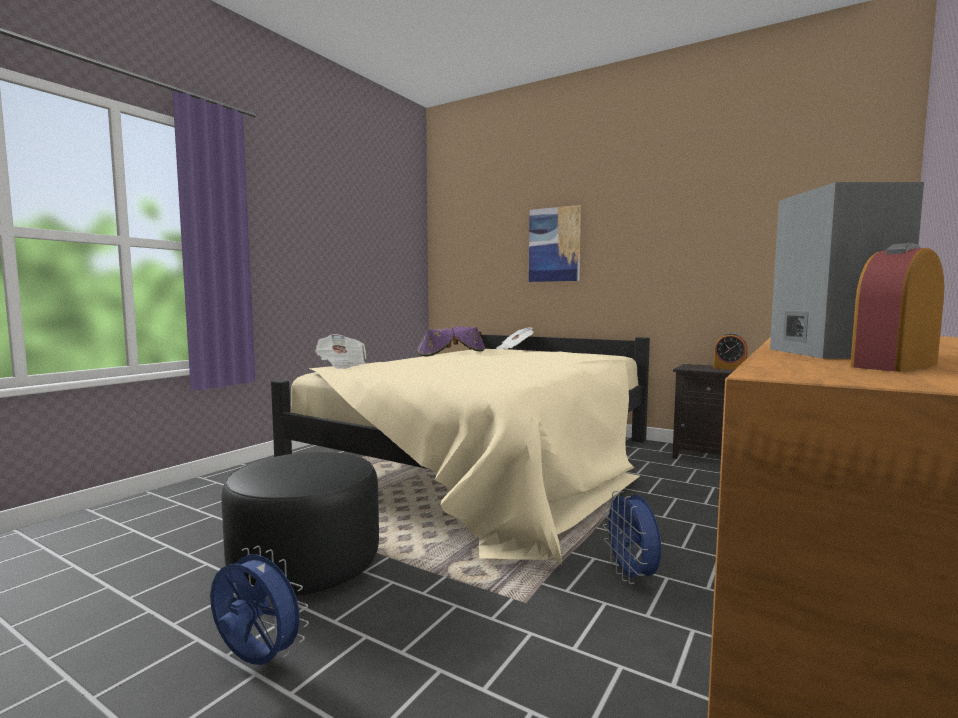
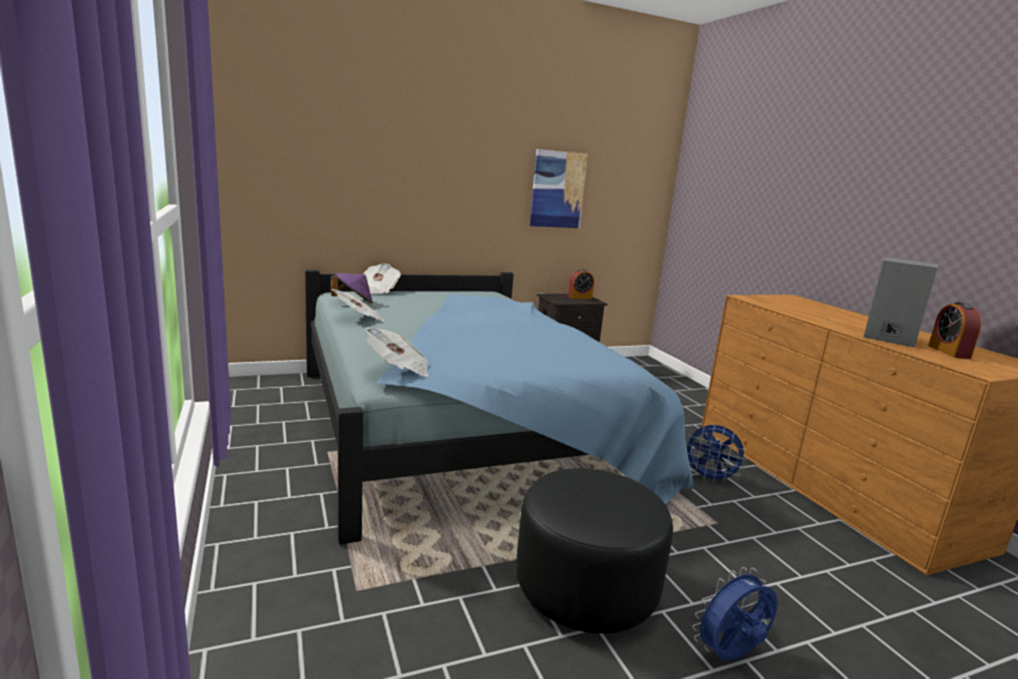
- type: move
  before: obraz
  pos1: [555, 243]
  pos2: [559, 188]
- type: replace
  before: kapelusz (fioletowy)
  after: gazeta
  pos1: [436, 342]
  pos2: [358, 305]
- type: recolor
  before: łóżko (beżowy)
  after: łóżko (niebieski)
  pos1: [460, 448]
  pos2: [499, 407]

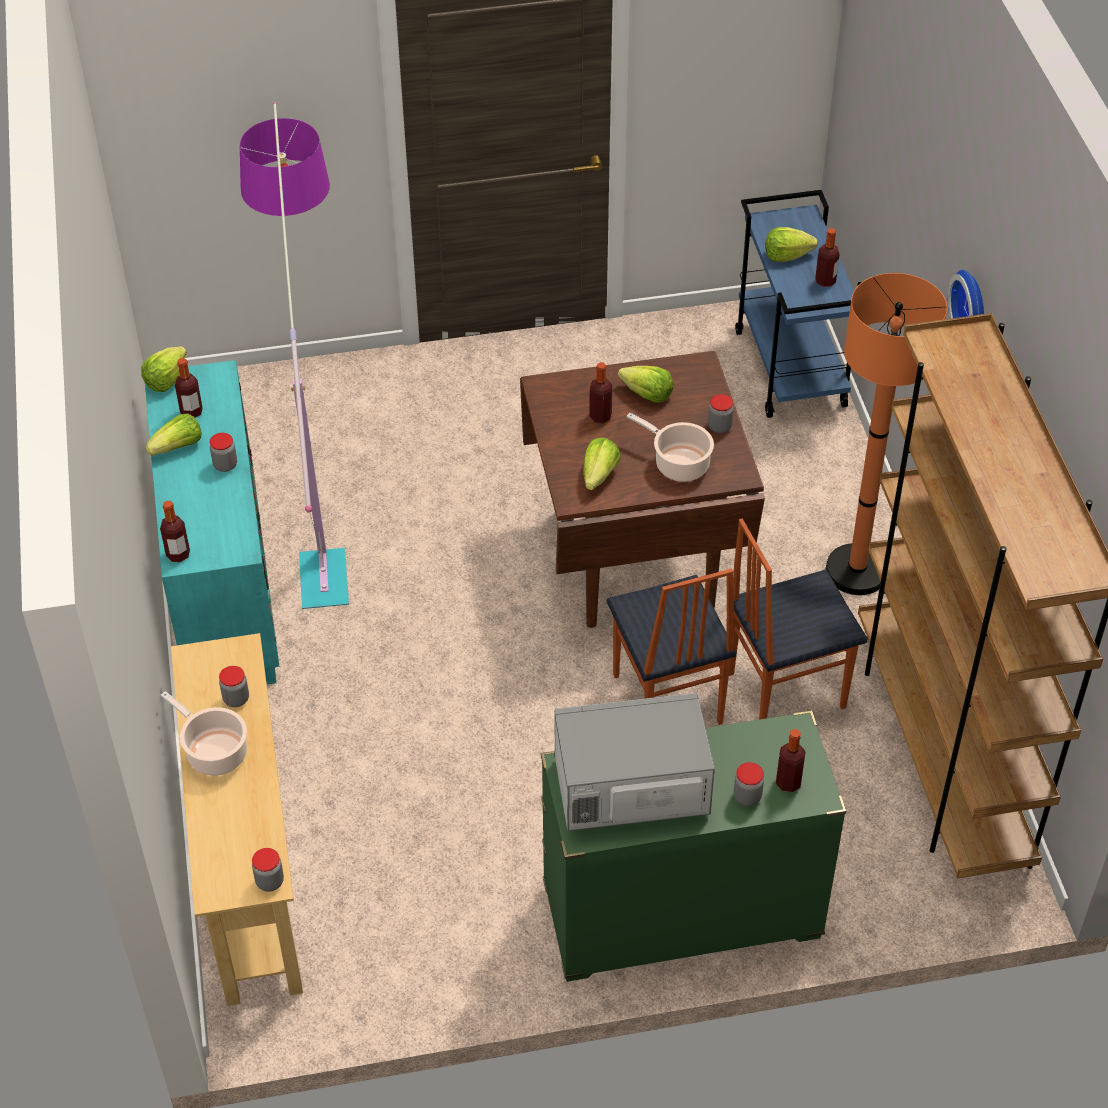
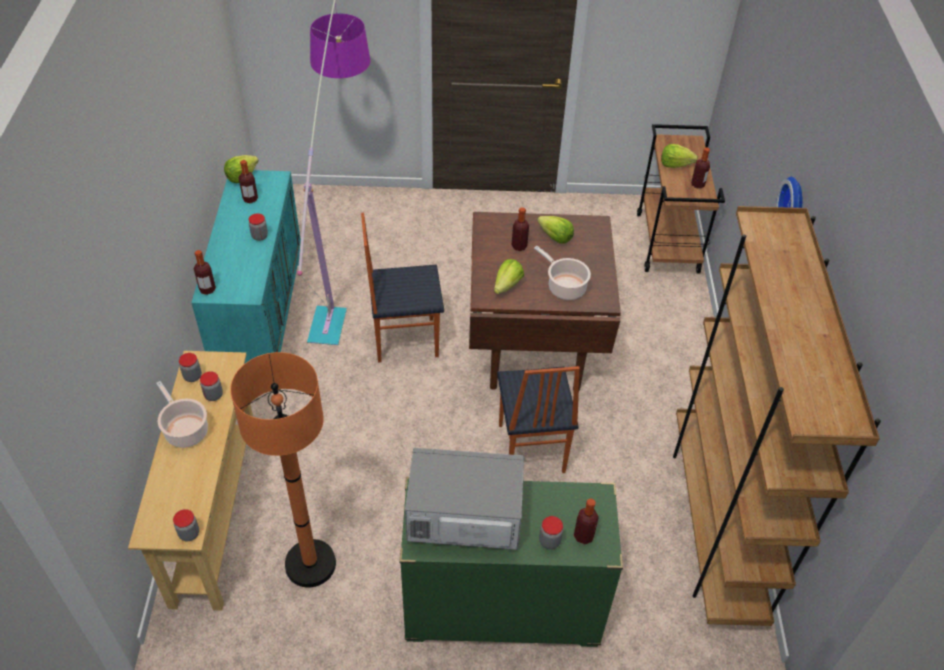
- type: recolor
  before: wózek (niebieski)
  after: wózek (brązowy)
  pos1: [798, 304]
  pos2: [681, 199]
- type: move
  before: lampa stojąca (pomarańczowy)
  pos1: [886, 434]
  pos2: [283, 470]
- type: move
  before: słoik
  pos1: [721, 413]
  pos2: [190, 367]
- type: delete
  before: sałata
  pos1: [173, 434]
- type: move
  before: krzesło
  pos1: [798, 619]
  pos2: [402, 288]

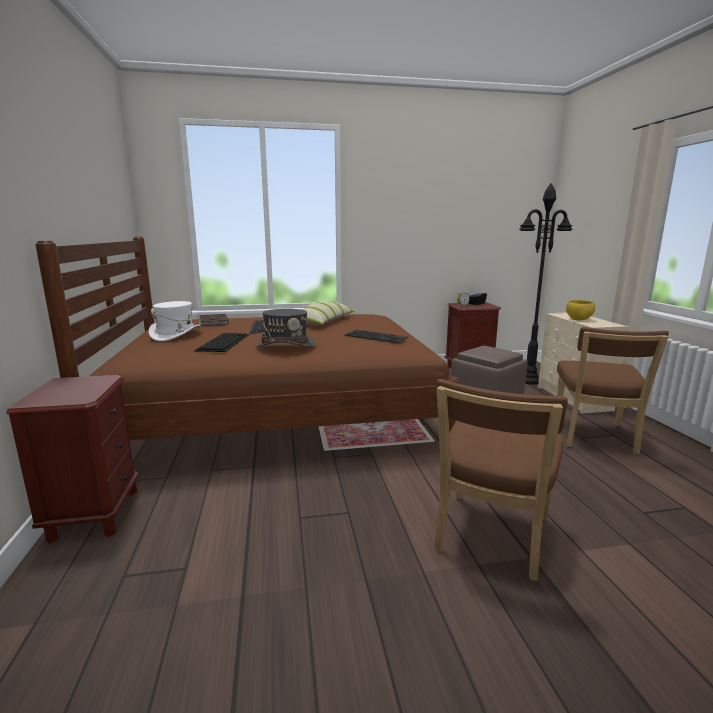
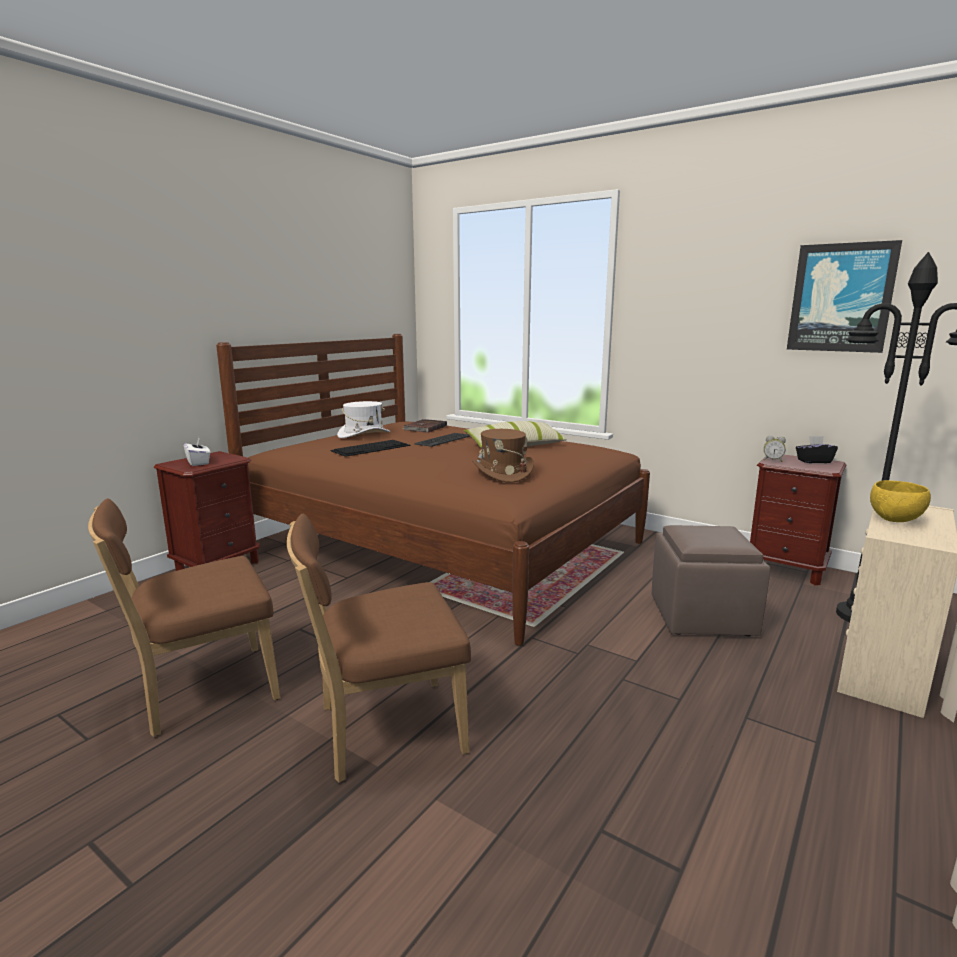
- type: delete
  before: kapelusz (szary)
  pos1: [286, 328]
- type: move
  before: krzesło (brązowy)
  pos1: [612, 390]
  pos2: [184, 617]
- type: replace
  before: klawiatura
  after: kapelusz (brązowy)
  pos1: [376, 336]
  pos2: [503, 456]
- type: insert
  after: obraz
  pos2: [844, 296]
- type: insert
  after: pudełko chusteczek (biały)
  pos2: [197, 451]

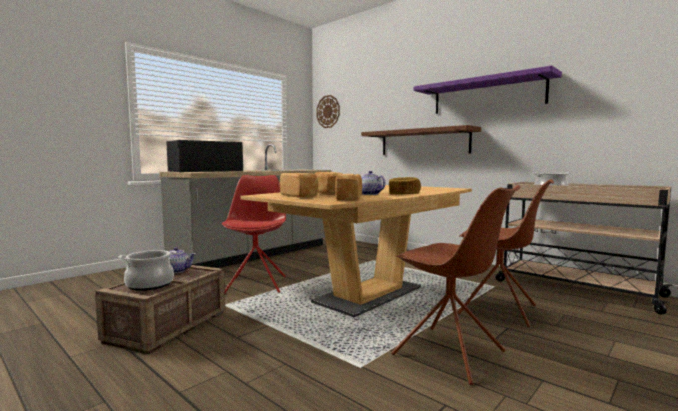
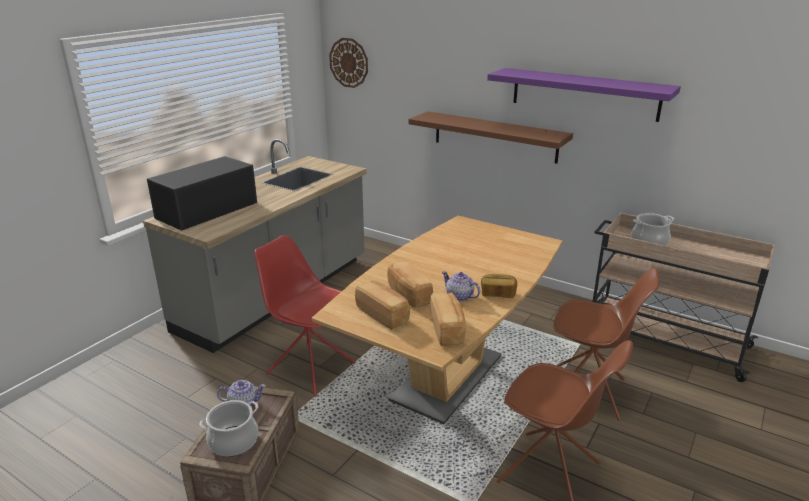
- type: rotate
  before: krzesło (czerwony)
  pos1: [254, 234]
  pos2: [305, 316]
  turn: -45

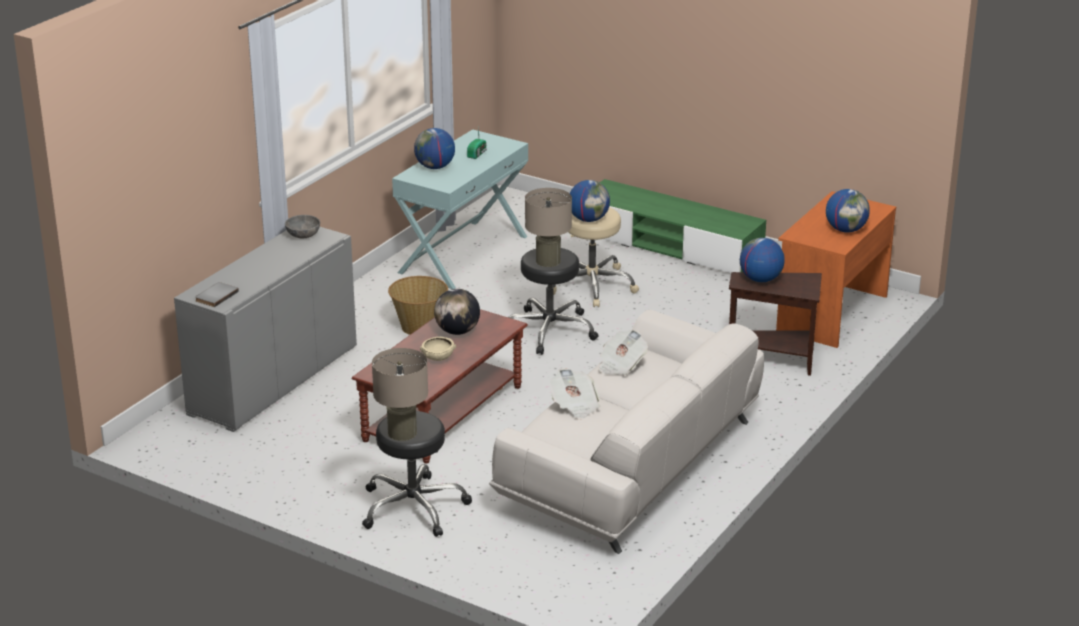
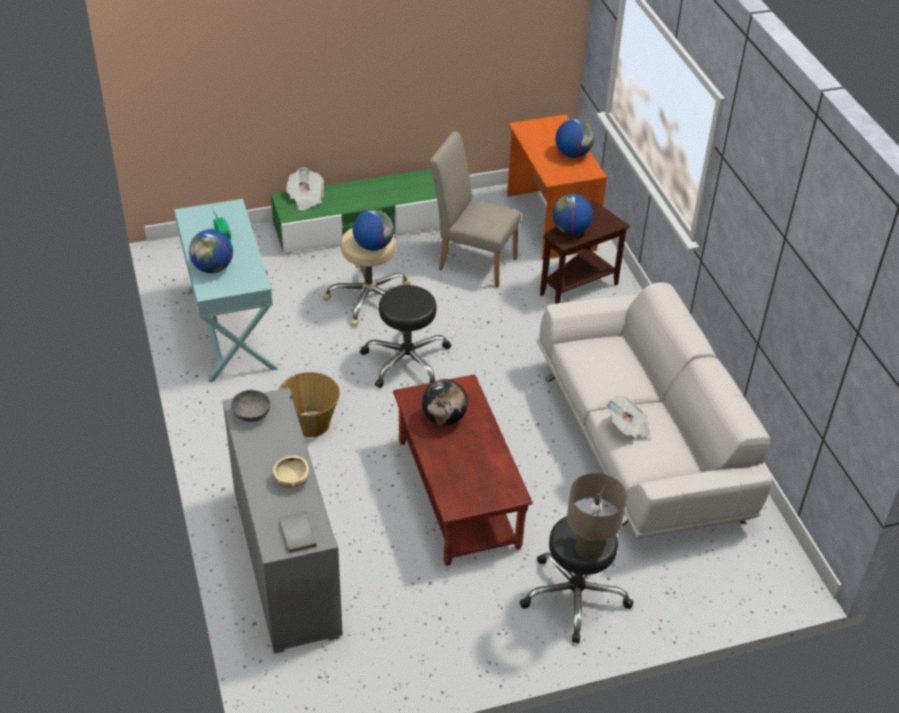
- type: delete
  before: lampa stołowa (beżowy)
  pos1: [548, 227]
- type: move
  before: gazeta
  pos1: [623, 352]
  pos2: [305, 189]
- type: move
  before: miska (beżowy)
  pos1: [438, 349]
  pos2: [290, 471]
- type: insert
  after: krzesło (beżowy)
  pos2: [475, 209]

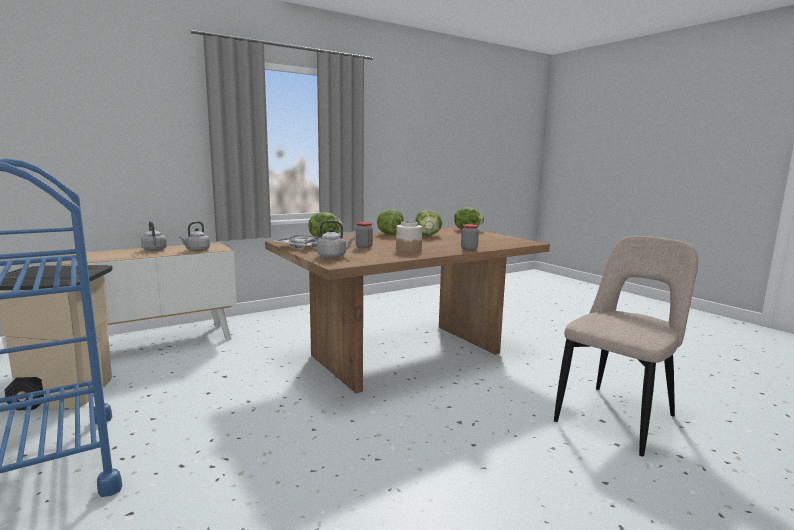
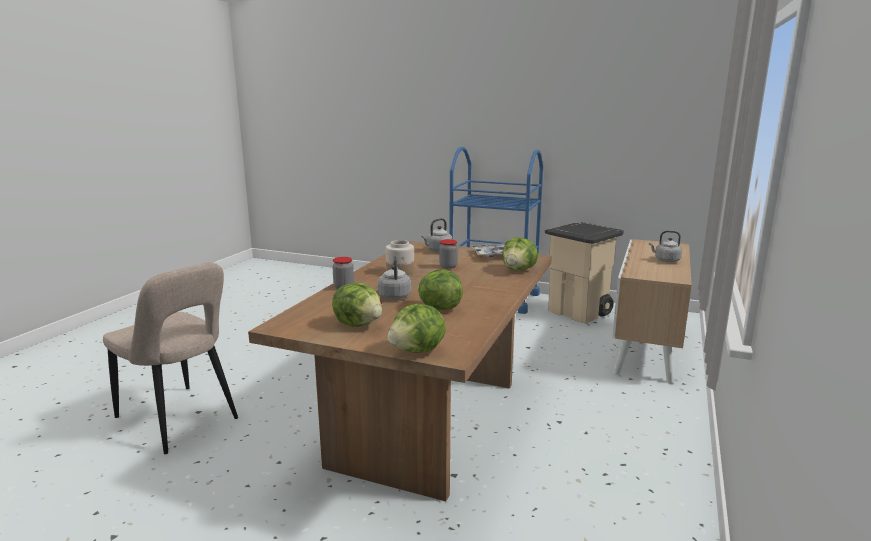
- type: move
  before: sałata
  pos1: [390, 222]
  pos2: [357, 305]
- type: move
  before: czajnik (szary)
  pos1: [194, 236]
  pos2: [394, 277]
- type: rotate
  before: krzesło (beżowy)
  pos1: [626, 346]
  pos2: [170, 358]
  turn: -60

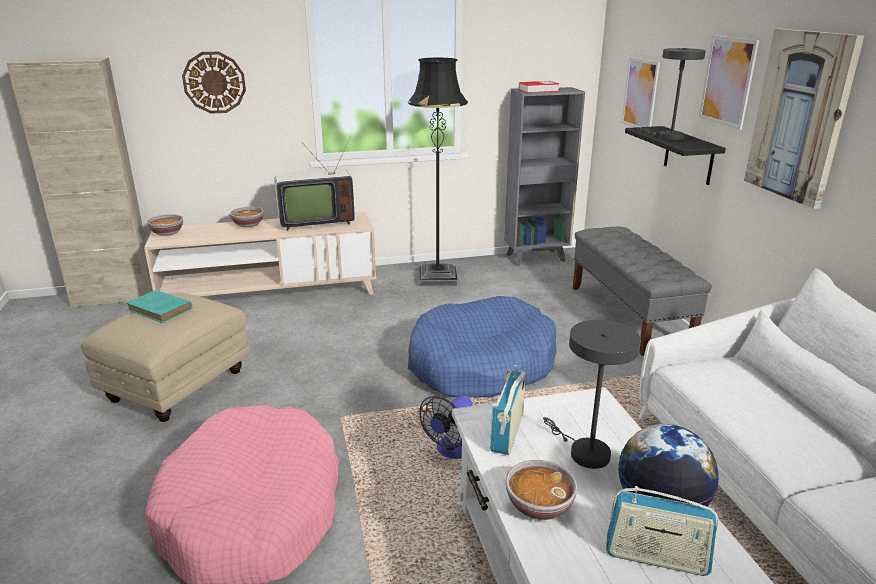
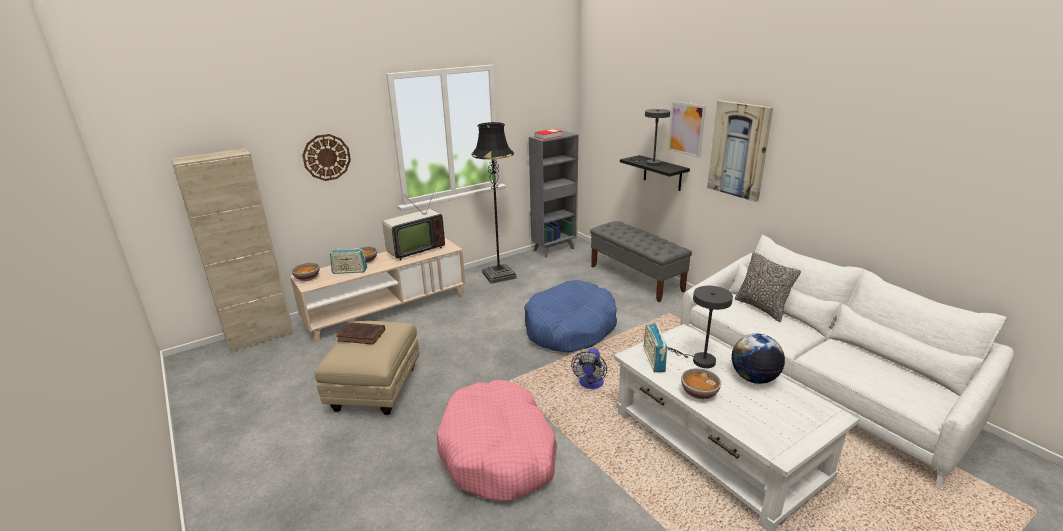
- type: delete
  before: obraz
  pos1: [641, 92]
- type: recolor
  before: książka (turkusowy)
  after: książka (brązowy)
  pos1: [159, 306]
  pos2: [361, 333]
- type: move
  before: radio
  pos1: [662, 531]
  pos2: [348, 260]
- type: insert
  after: poduszka
  pos2: [768, 287]

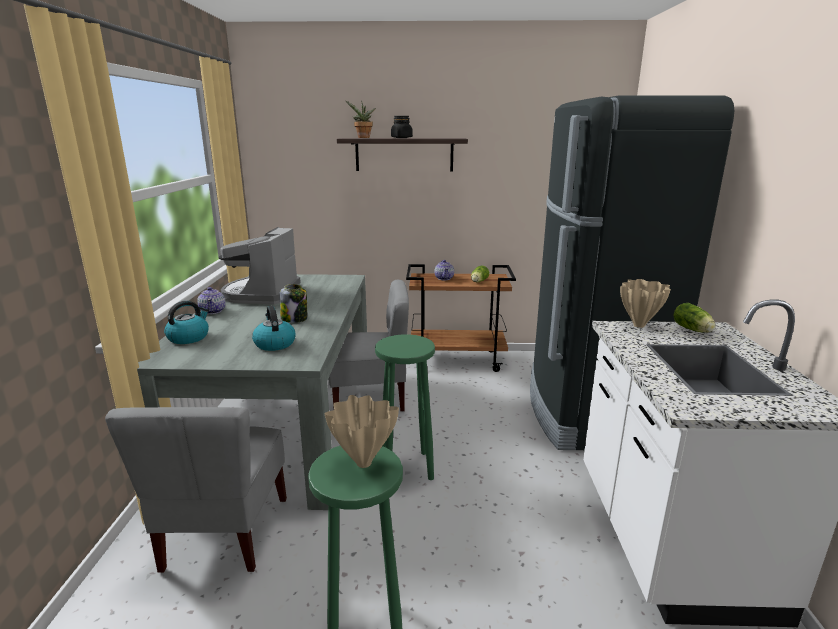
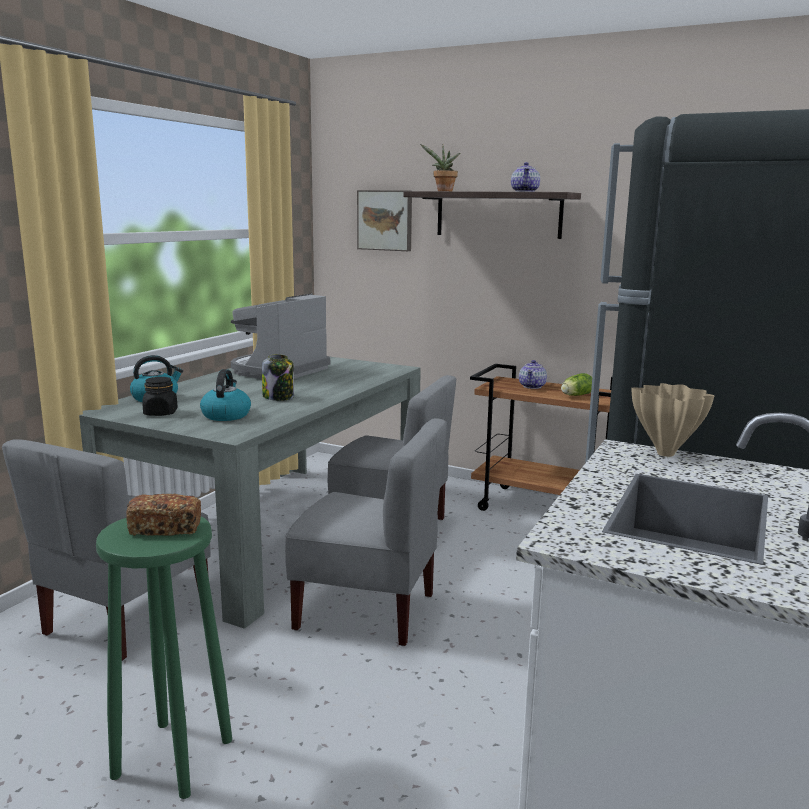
- type: move
  before: słoik (czarny)
  pos1: [402, 127]
  pos2: [159, 396]
- type: move
  before: imbryk
  pos1: [211, 300]
  pos2: [525, 177]
- type: delete
  before: sałata
  pos1: [694, 318]
- type: replace
  before: stołek (zielony)
  after: krzesło (szary)
  pos1: [405, 407]
  pos2: [366, 532]
- type: replace
  before: wazon (beżowy)
  after: chleb
  pos1: [362, 431]
  pos2: [163, 515]
- type: insert
  after: obraz
  pos2: [384, 220]

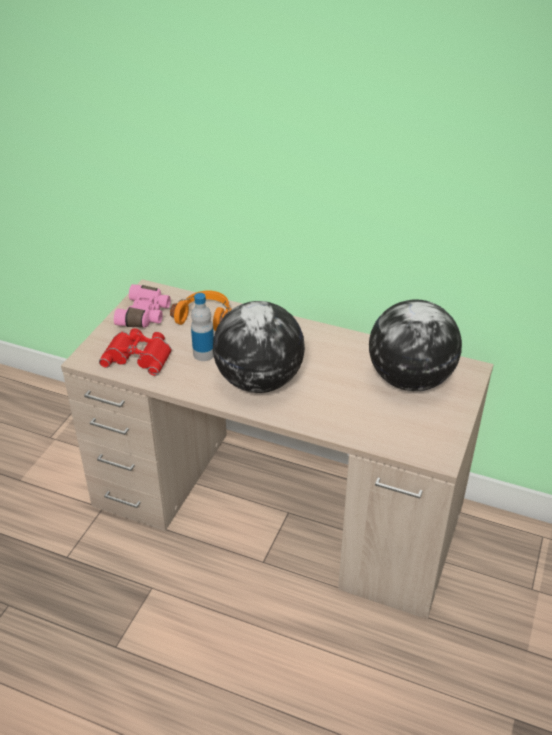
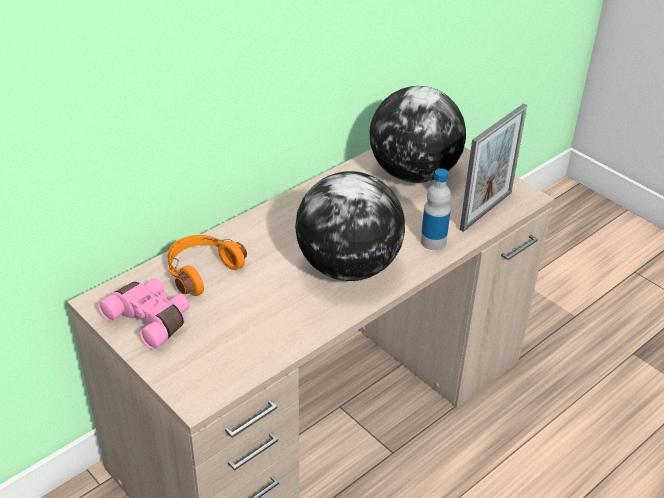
- type: move
  before: butelka
  pos1: [202, 327]
  pos2: [436, 209]
- type: delete
  before: lornetka (czerwony)
  pos1: [135, 352]
- type: insert
  after: ramka na zdjęcie
  pos2: [493, 168]

